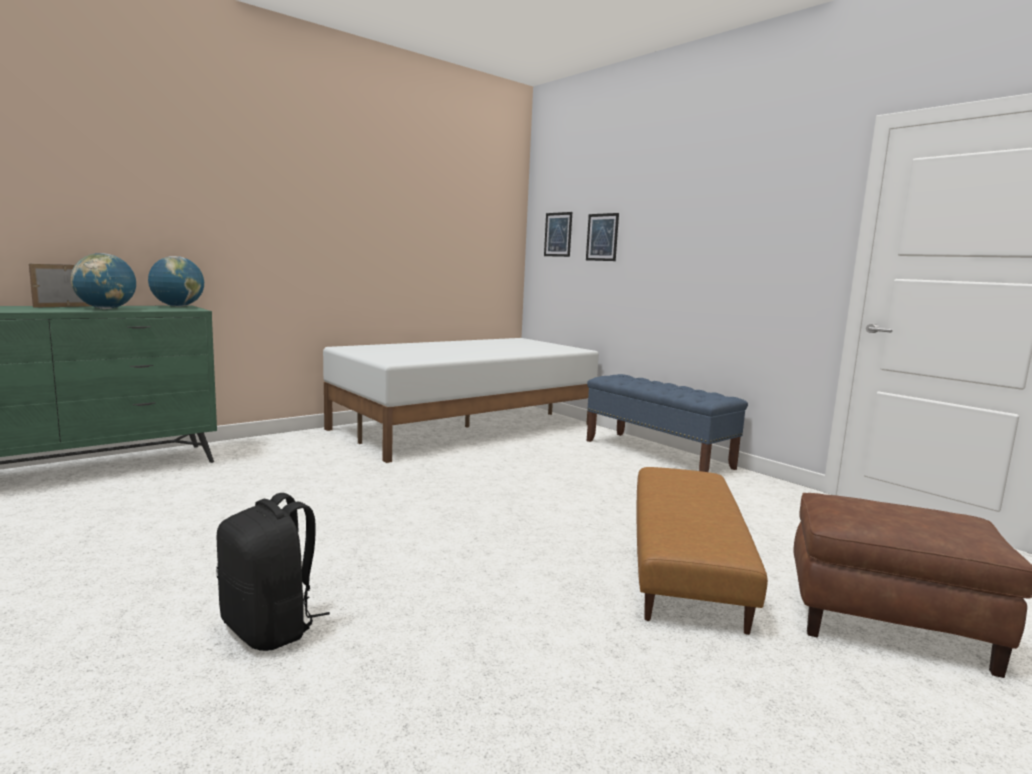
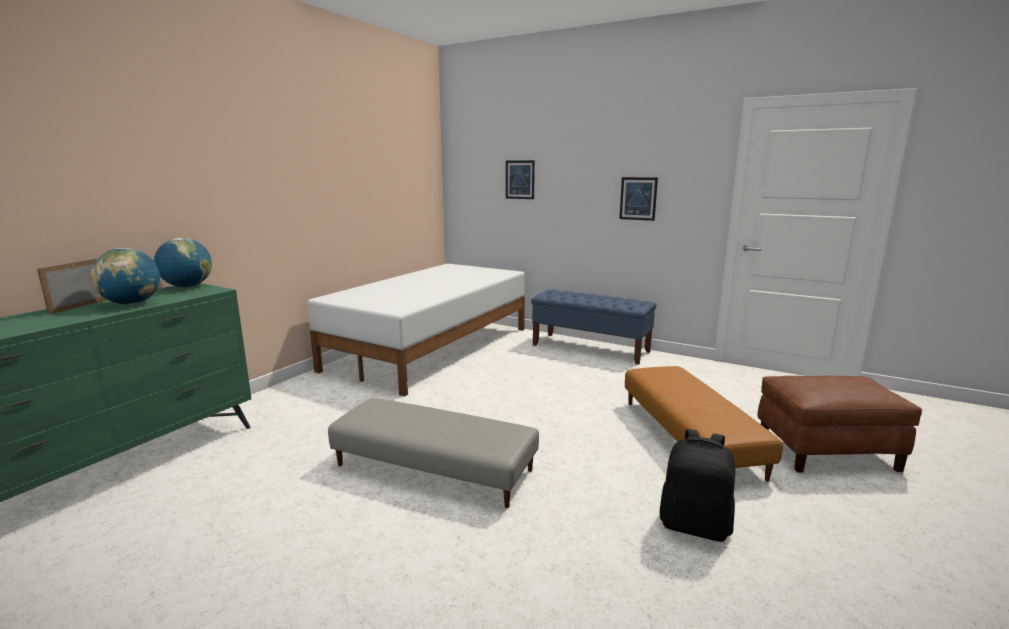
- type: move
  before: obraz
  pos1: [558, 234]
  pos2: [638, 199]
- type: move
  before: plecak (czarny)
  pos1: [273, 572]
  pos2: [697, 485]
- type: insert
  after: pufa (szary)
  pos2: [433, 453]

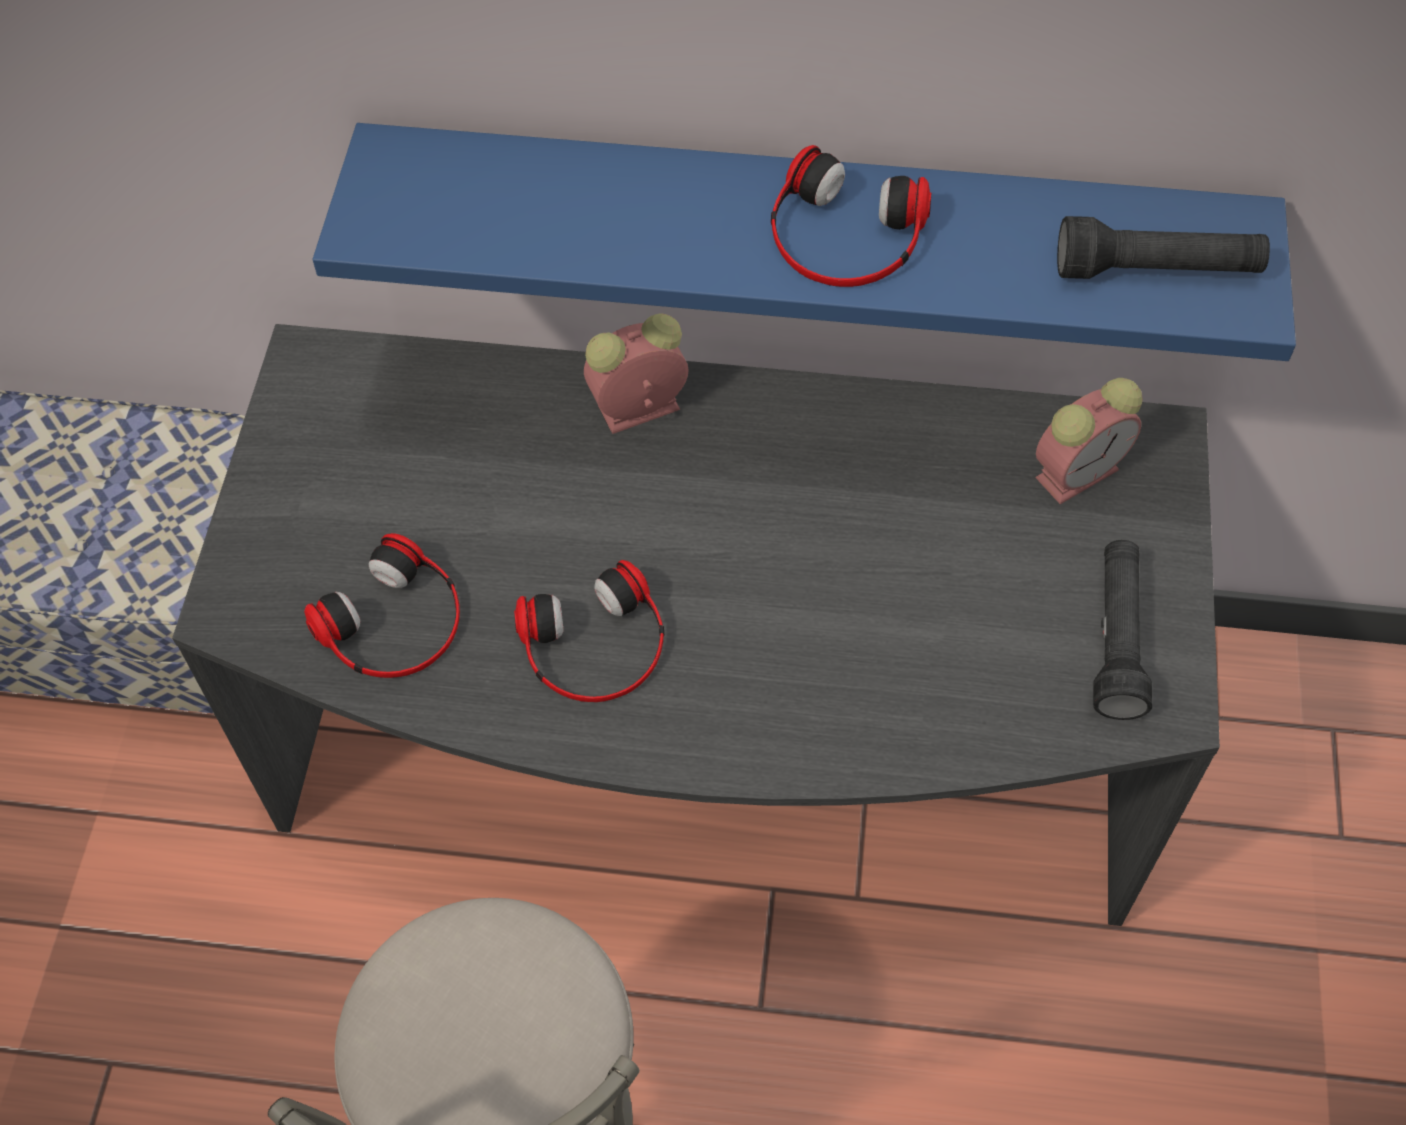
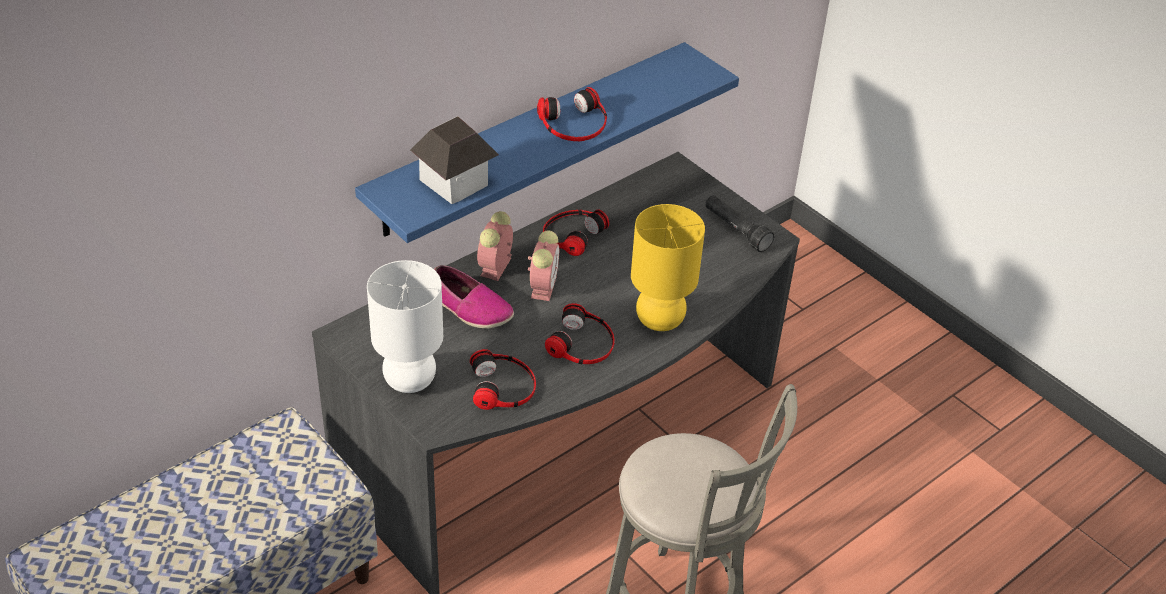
- type: delete
  before: latarka (czarny)
  pos1: [1163, 247]
- type: move
  before: budzik
  pos1: [1089, 441]
  pos2: [543, 265]
- type: insert
  after: domek
  pos2: [454, 160]
- type: insert
  after: lampa stołowa (żółty)
  pos2: [668, 267]
- type: insert
  after: słuchawki
  pos2: [576, 232]
- type: insert
  after: lampa stołowa (biały)
  pos2: [405, 326]
- type: insert
  after: but
  pos2: [474, 297]

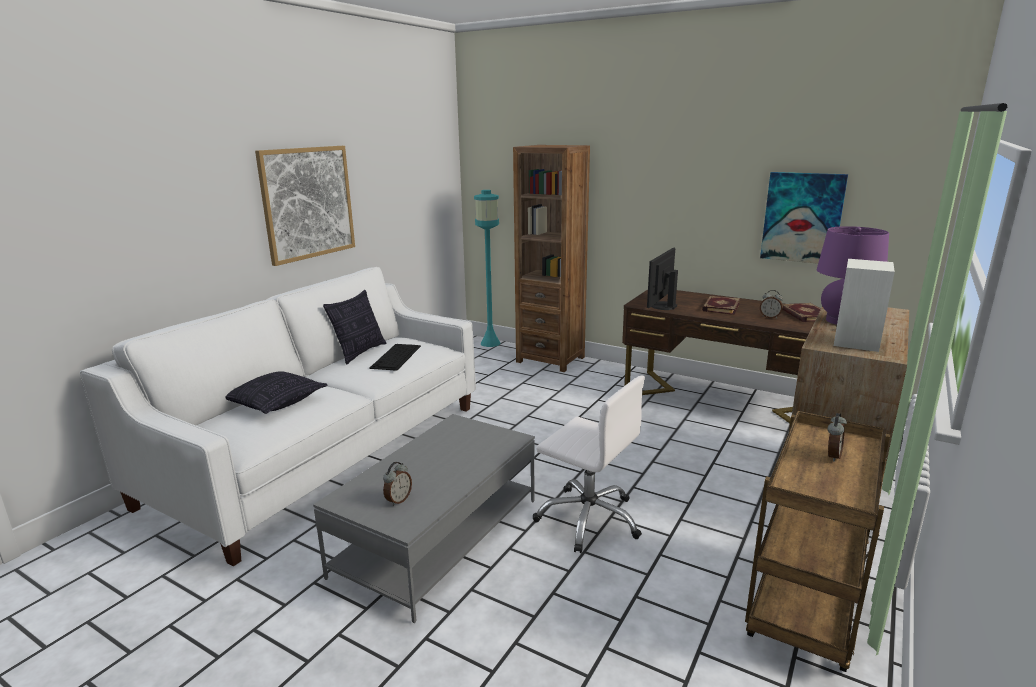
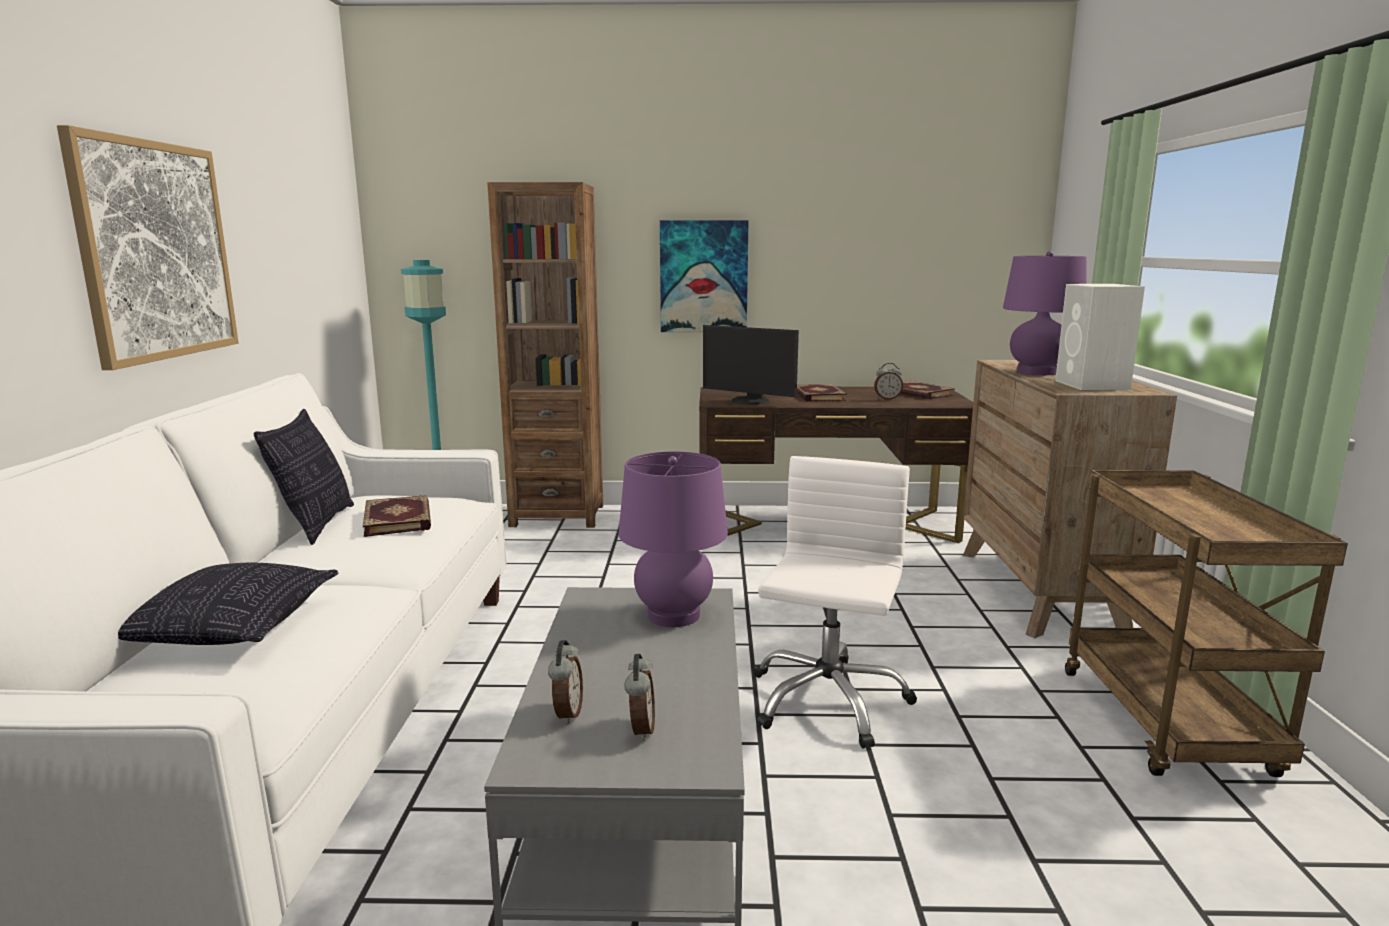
- type: move
  before: obraz
  pos1: [804, 218]
  pos2: [704, 276]
- type: rotate
  before: monitor
  pos1: [662, 278]
  pos2: [751, 365]
  turn: -60
- type: replace
  before: klawiatura
  after: książka
  pos1: [395, 357]
  pos2: [397, 516]
- type: rotate
  before: krzesło biurowe (biały)
  pos1: [589, 464]
  pos2: [835, 602]
  turn: -75
- type: move
  before: budzik
  pos1: [837, 437]
  pos2: [565, 682]
- type: insert
  after: lampa stołowa (fioletowy)
  pos2: [673, 539]

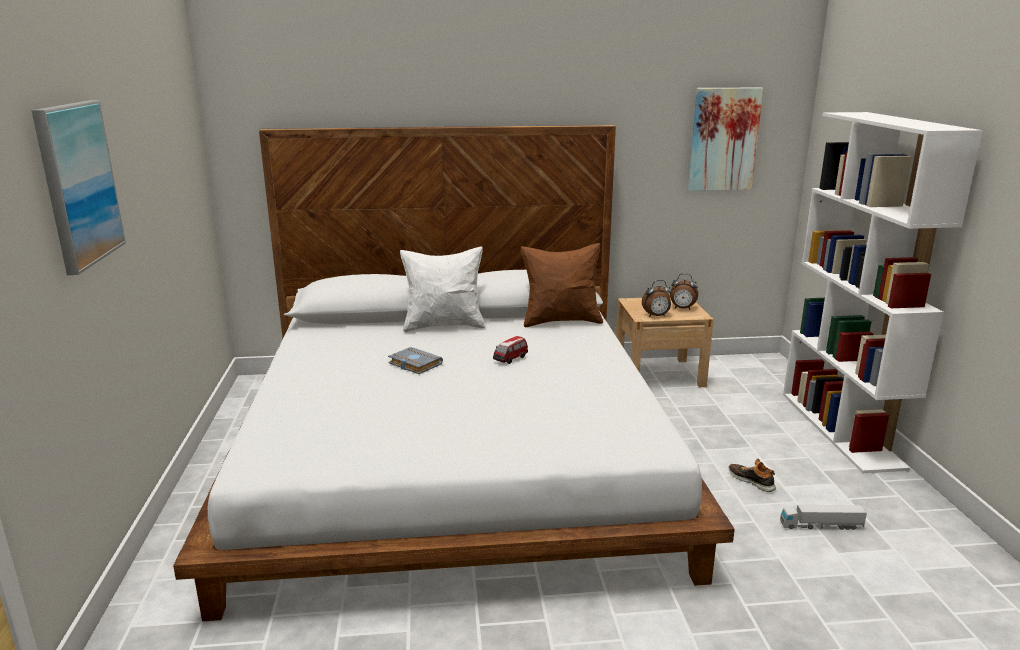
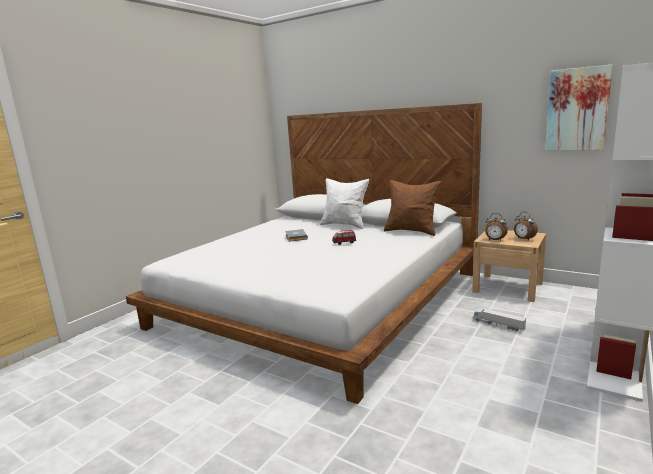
- type: delete
  before: obraz
  pos1: [78, 187]
- type: delete
  before: but
  pos1: [752, 475]
- type: move
  before: ciężarówka zabawkowa
  pos1: [823, 517]
  pos2: [499, 320]

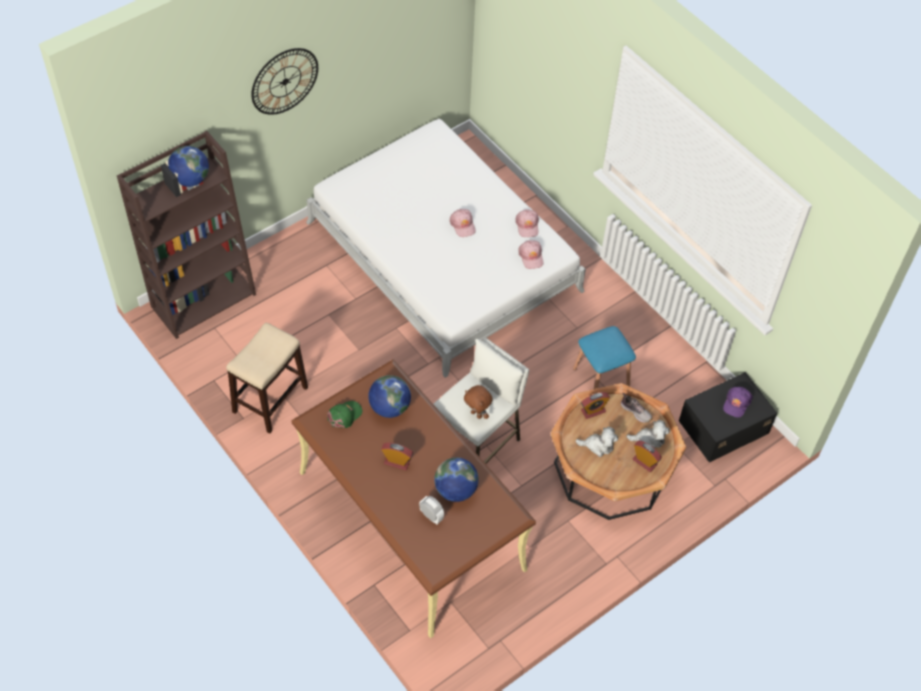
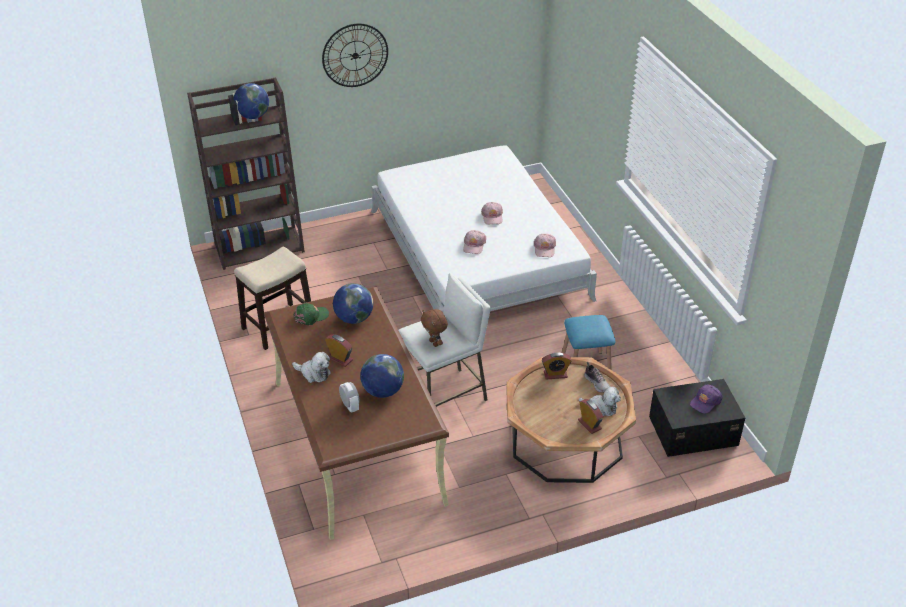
- type: move
  before: czapka z daszkiem (różowy)
  pos1: [527, 223]
  pos2: [474, 242]
- type: move
  before: pluszak
  pos1: [596, 441]
  pos2: [311, 367]

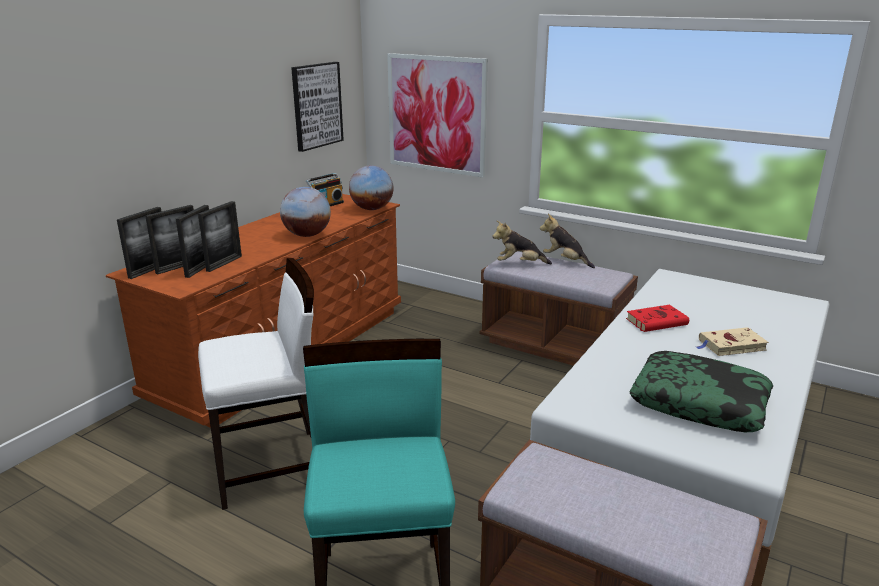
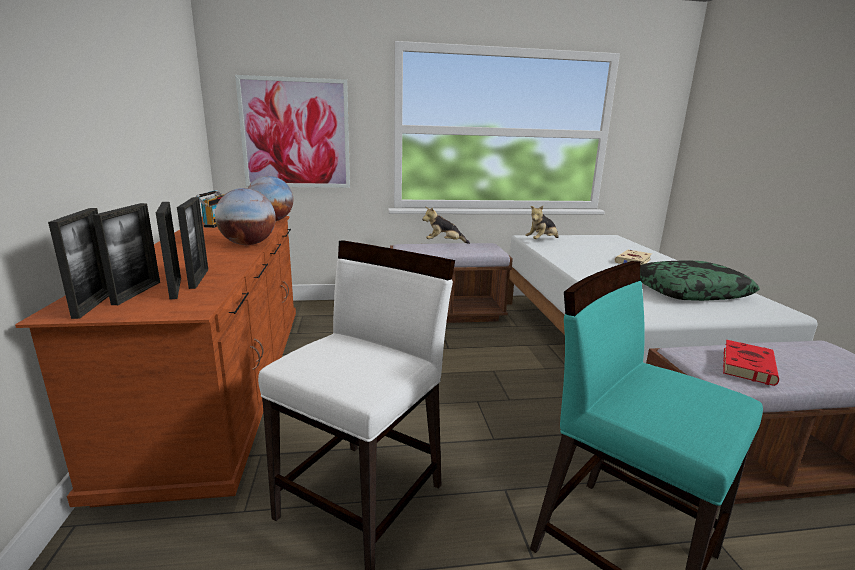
- type: delete
  before: obraz
  pos1: [317, 107]
- type: move
  before: pluszak
  pos1: [522, 242]
  pos2: [541, 222]
- type: move
  before: książka (czerwony)
  pos1: [657, 318]
  pos2: [751, 363]

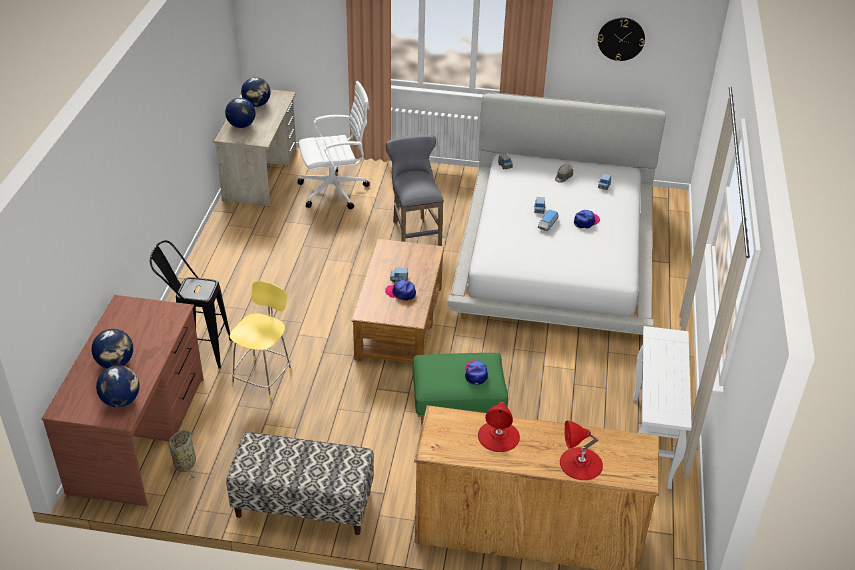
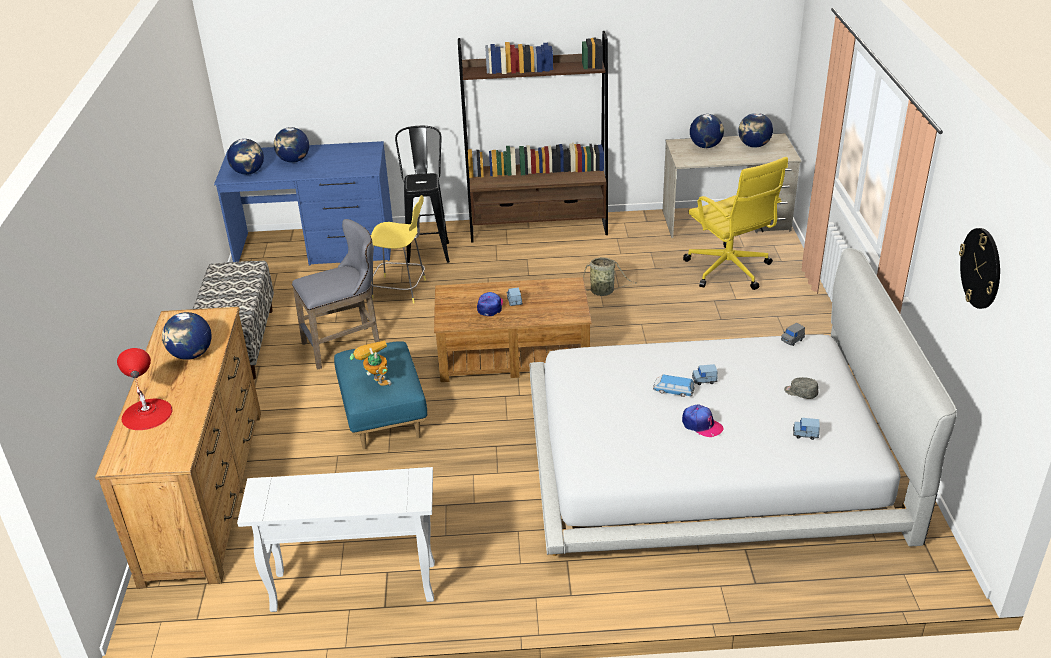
- type: recolor
  before: krzesło biurowe (biały)
  after: krzesło biurowe (żółty)
  pos1: [333, 145]
  pos2: [735, 223]
- type: move
  before: stołek (szary)
  pos1: [415, 190]
  pos2: [336, 294]
- type: recolor
  before: biurko (brązowy)
  after: biurko (niebieski)
  pos1: [122, 400]
  pos2: [303, 203]
- type: recolor
  before: pufa (zielony)
  after: pufa (niebieski)
  pos1: [460, 389]
  pos2: [380, 395]
- type: replace
  before: czapka z daszkiem
  after: robot zabawkowy
  pos1: [476, 372]
  pos2: [370, 363]
- type: replace
  before: lampa stołowa (czerwony)
  after: globus
  pos1: [499, 427]
  pos2: [187, 336]
- type: move
  before: koszyk
  pos1: [182, 456]
  pos2: [610, 276]
- type: insert
  after: regał (brązowy)
  pos2: [533, 137]

